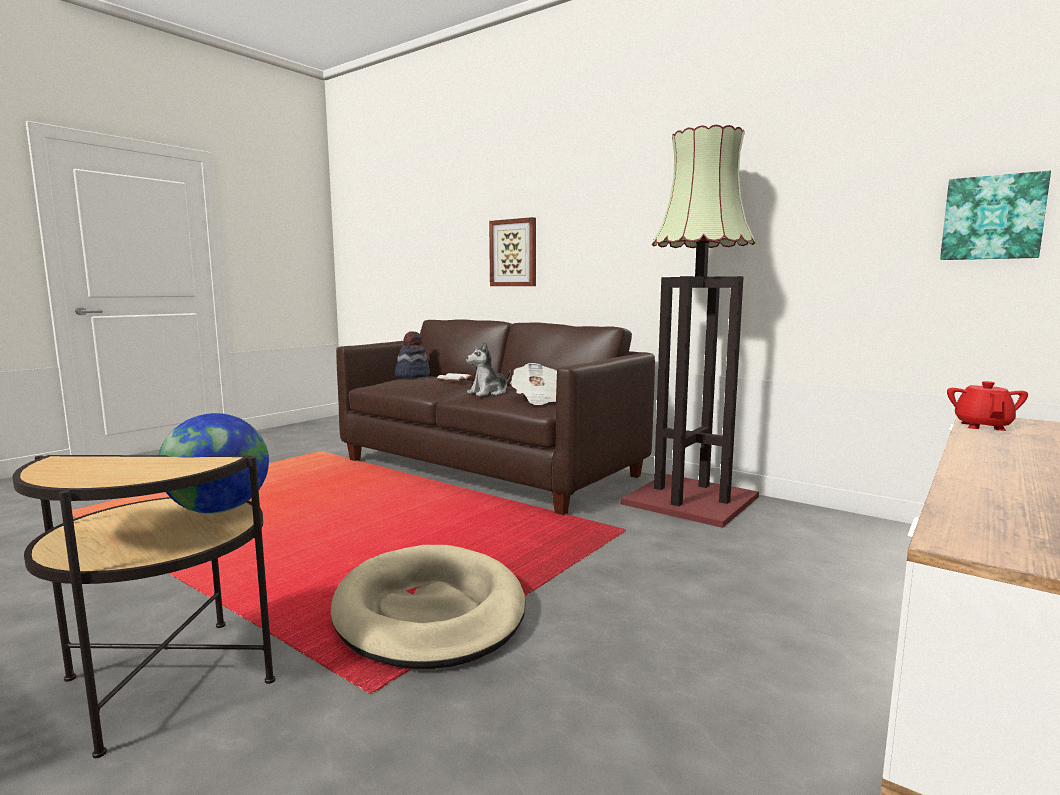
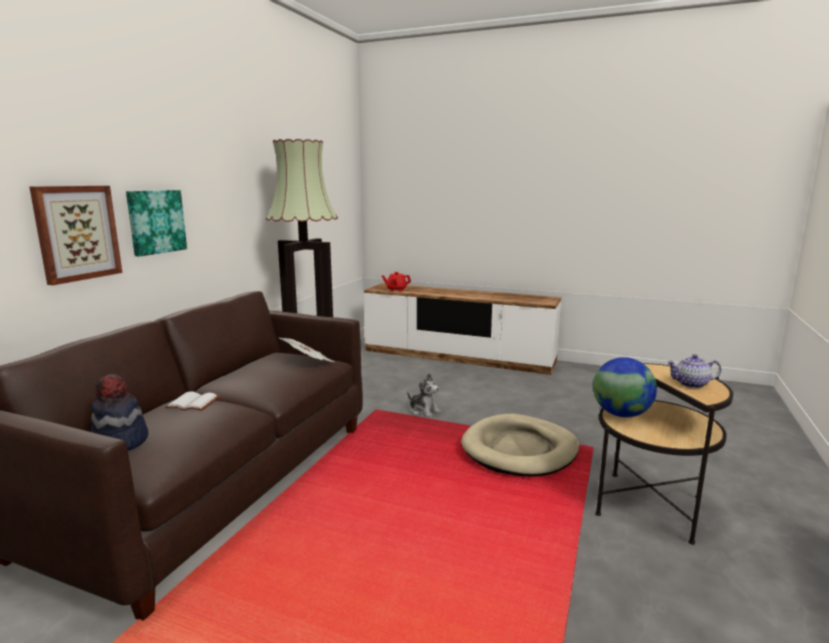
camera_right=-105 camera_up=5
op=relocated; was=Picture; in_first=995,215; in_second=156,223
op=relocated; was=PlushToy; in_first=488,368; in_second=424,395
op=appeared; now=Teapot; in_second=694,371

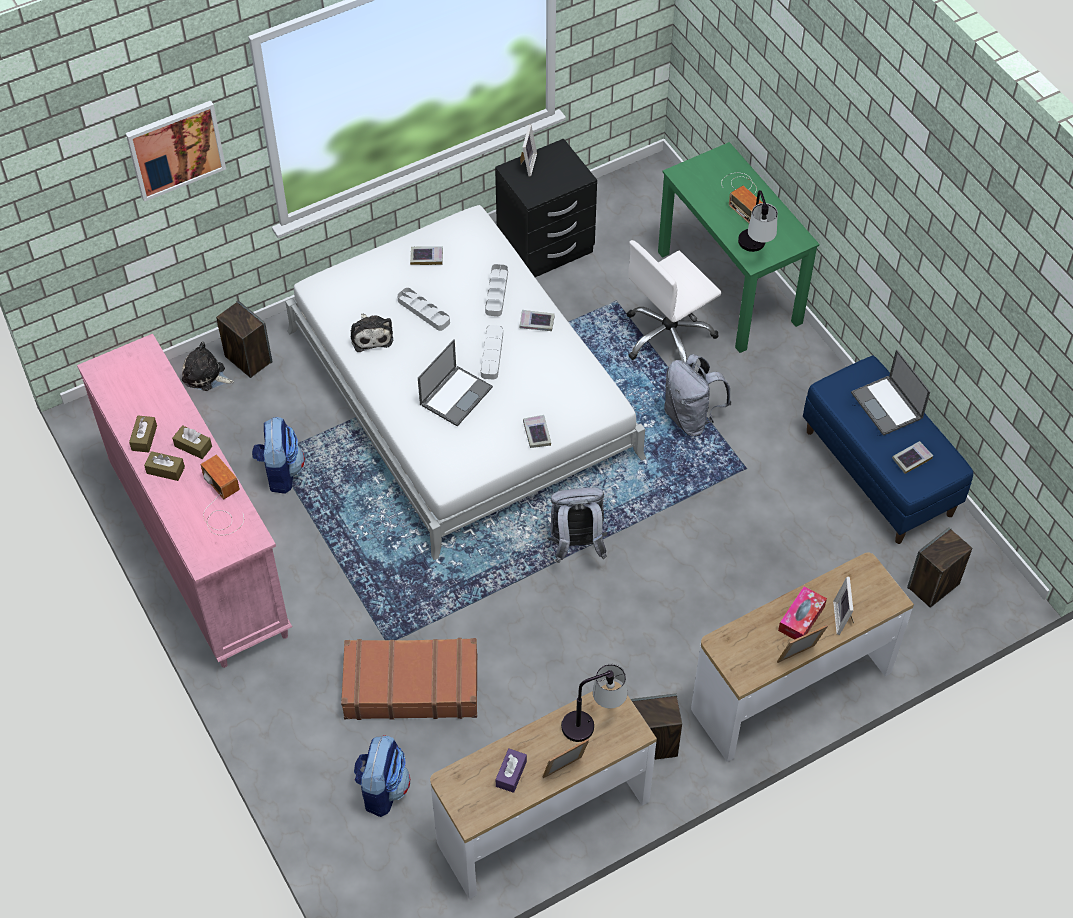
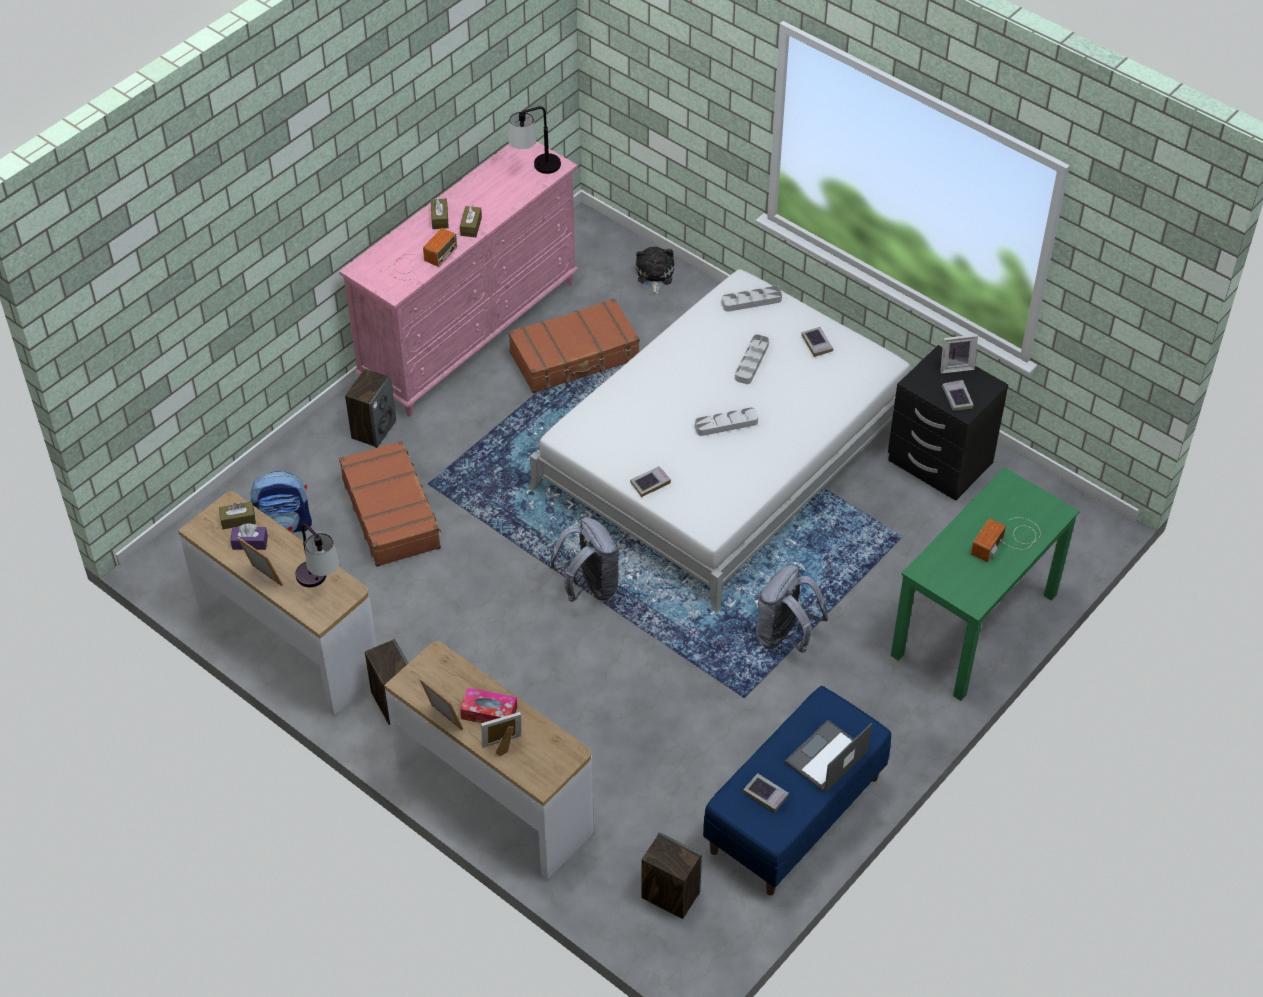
camera_right=70 camera_up=-5
op=relocated; was=BrownTissueBox; in_first=143,434; in_second=237,515
op=relocated; was=Speaker; in_first=244,339; in_second=370,408
op=relocated; was=TableLamp; in_first=758,221; in_second=534,140
op=exchanged; was=Backpack; now=BrownSuitcase; in_first=278,455; in_second=574,345
op=relocated; was=GreyTray; in_first=496,290; in_second=752,299
op=relocated; was=Book; in_first=537,320; in_second=958,395
op=missing; was=Picture; in_first=176,151
op=missing; was=PlushToy; in_first=372,332
op=missing; was=Laptop; in_first=455,382
op=missing; was=WhiteOfficeChair; in_first=674,301

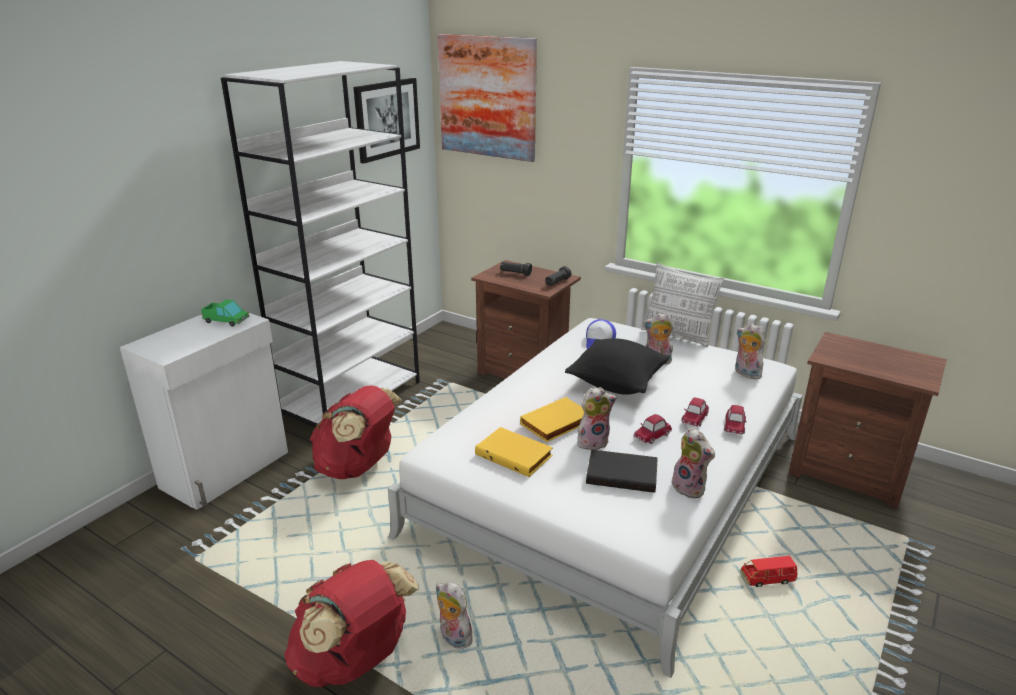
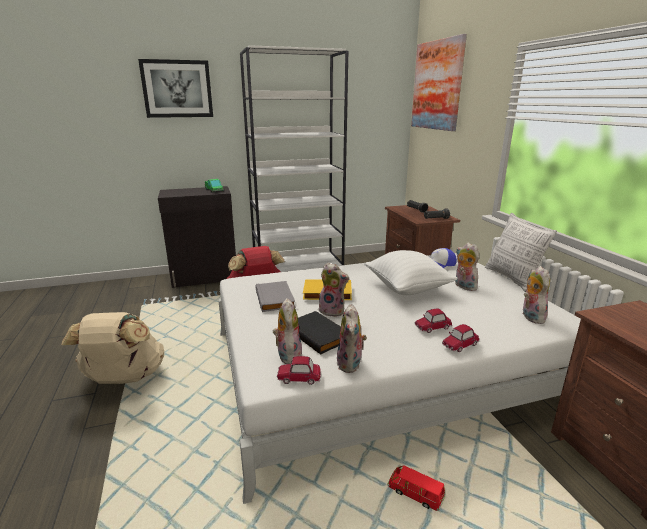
camera_right=40 camera_up=-5
op=colour; was=RedBackpack; now=BeigeBackpack; in_first=351,623; in_second=112,348
op=relocated; was=Picture; in_first=386,121; in_second=175,88
op=colour; was=WhiteCabinet; now=BlackCabinet; in_first=204,411; in_second=197,237
op=colour; was=YellowBook; now=GreyBook; in_first=514,452; in_second=275,296
op=relocated; was=PlushToy; in_first=456,615; in_second=287,331
op=relocated; was=ToyCar; in_first=653,429; in_second=299,370
op=colour; was=BlackPillow; now=WhitePillow; in_first=617,366; in_second=411,272

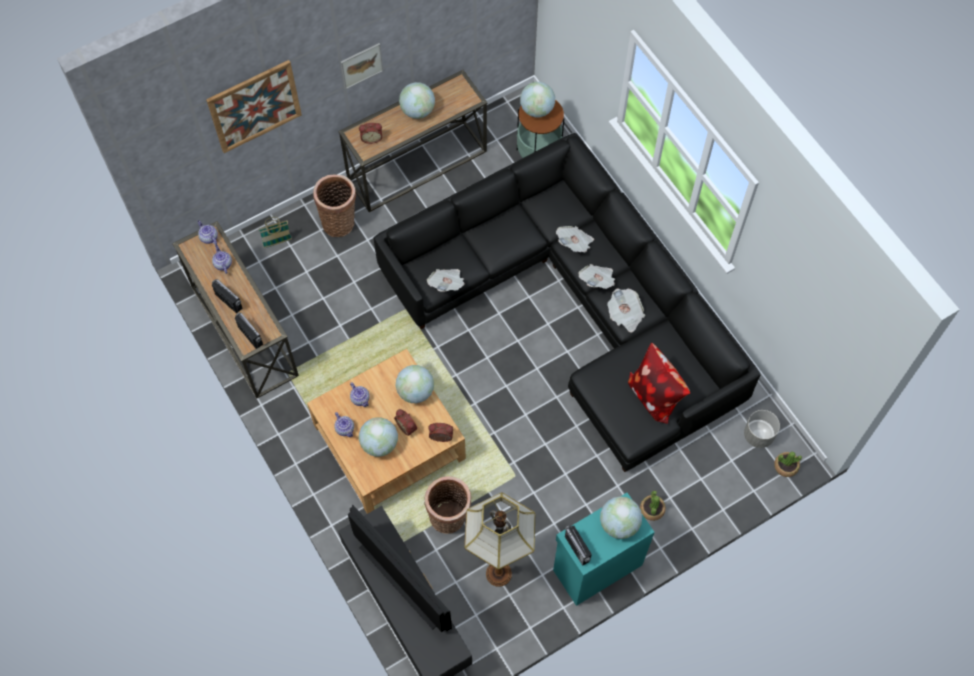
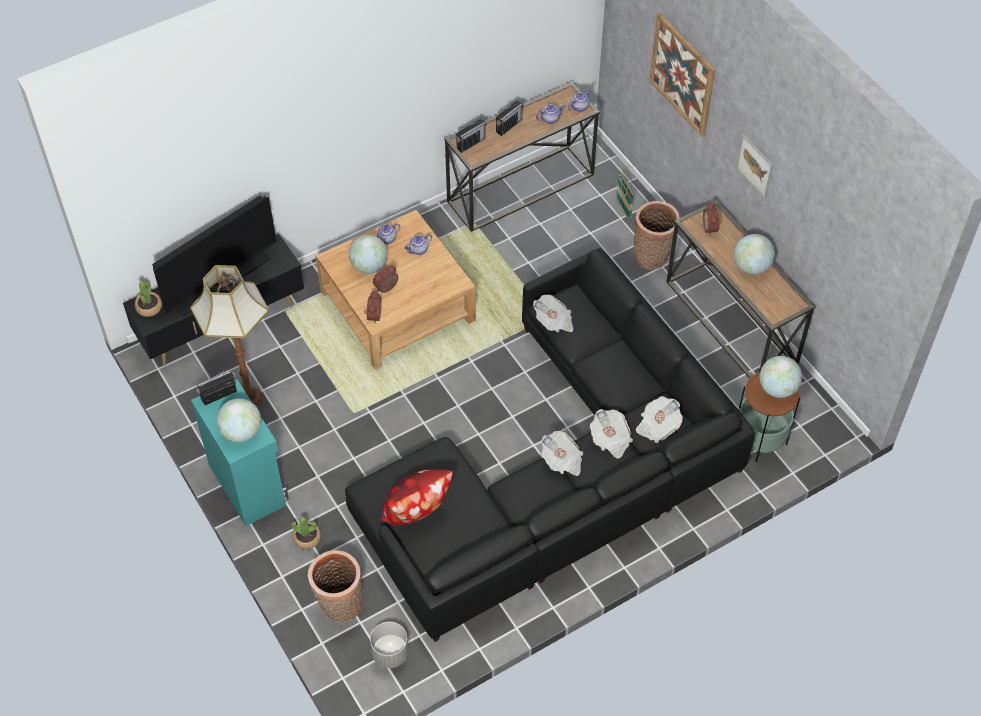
camera_right=90 camera_up=-10
op=relocated; was=PottedPlant; in_first=788,464; in_second=148,299
op=relocated; was=Basket; in_first=447,505; in_second=335,586
op=relocated; was=Newspaper; in_first=626,310; in_second=659,419
op=missing; was=Globe; in_first=415,384

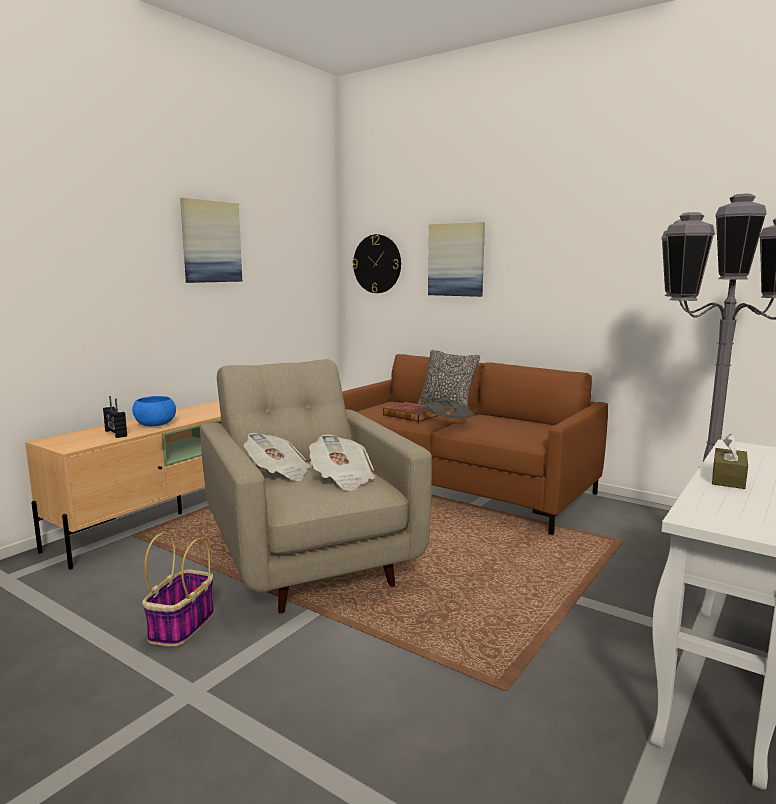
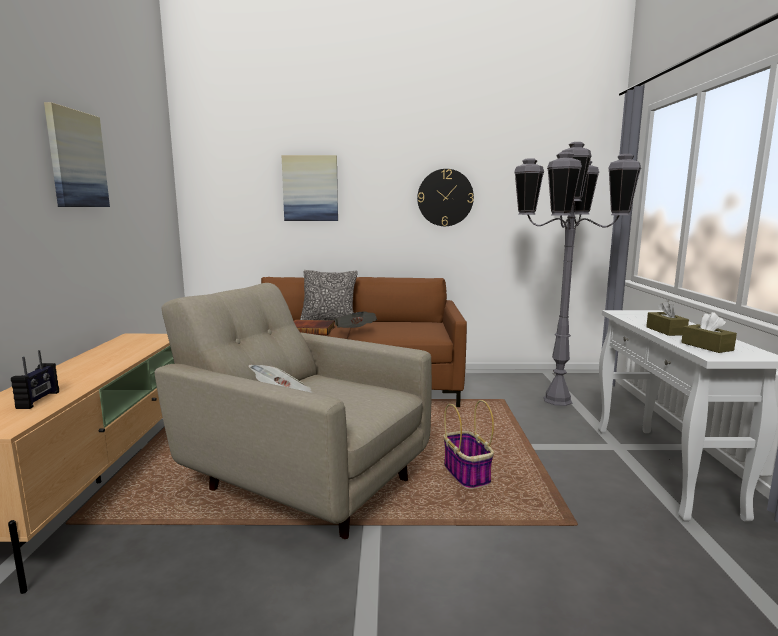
camera_right=-35 camera_up=0
op=spun; was=Radio; in_first=115,417; in_second=35,379; clockwise=-105
op=relocated; was=WallClock; in_first=376,263; in_second=445,197
op=relocated; was=Basket; in_first=178,589; in_second=469,444
op=appeared; now=BrownTissueBox; in_second=709,332
op=missing; was=BlueBowl; in_first=154,411
op=missing; was=Newspaper; in_first=342,462

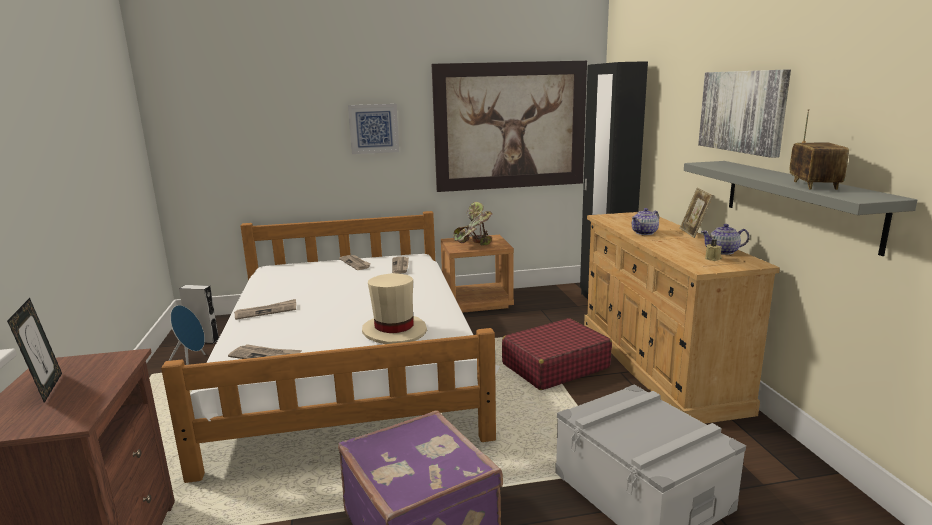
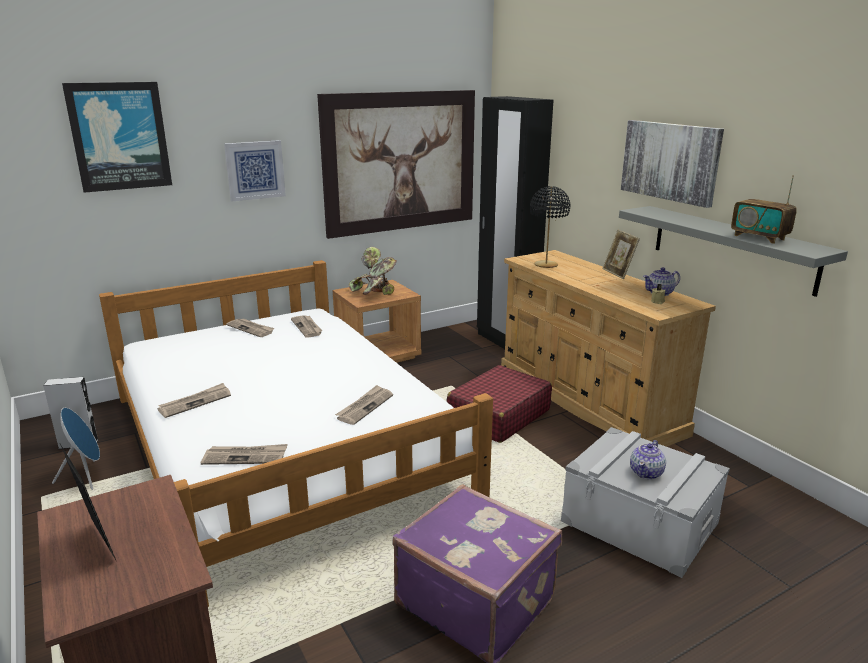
camera_right=-20 camera_up=5
op=appeared; now=Picture; in_second=117,137
op=exchanged; was=BeigeHat; now=Newspaper; in_first=394,308; in_second=364,405
op=appeared; now=BlackTableLamp; in_second=550,227
op=relocated; was=Teapot; in_first=645,221; in_second=648,459
op=spun; was=Radio; in_first=819,150; in_second=764,209; clockwise=150

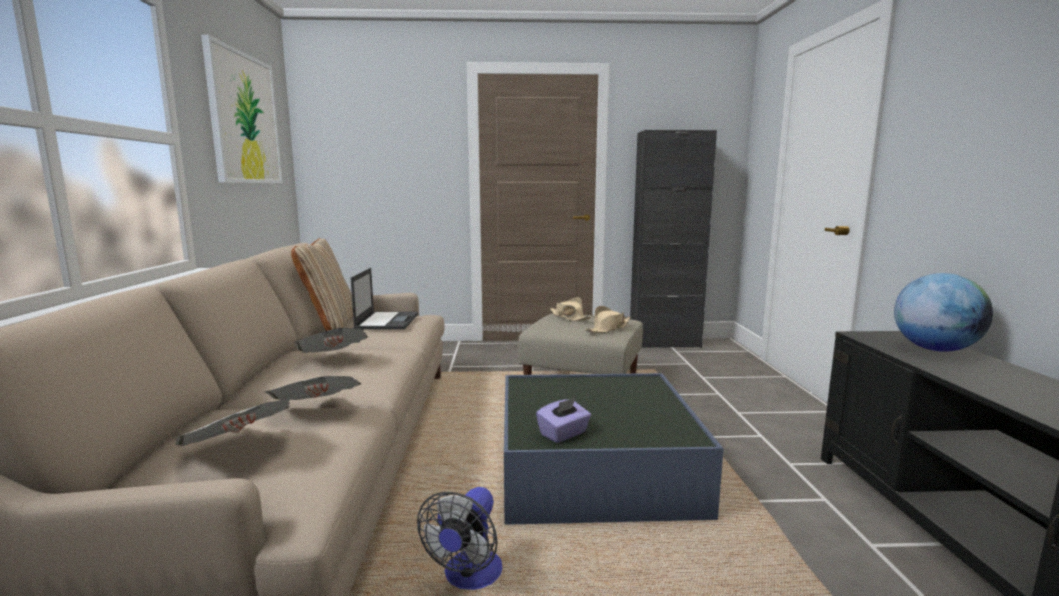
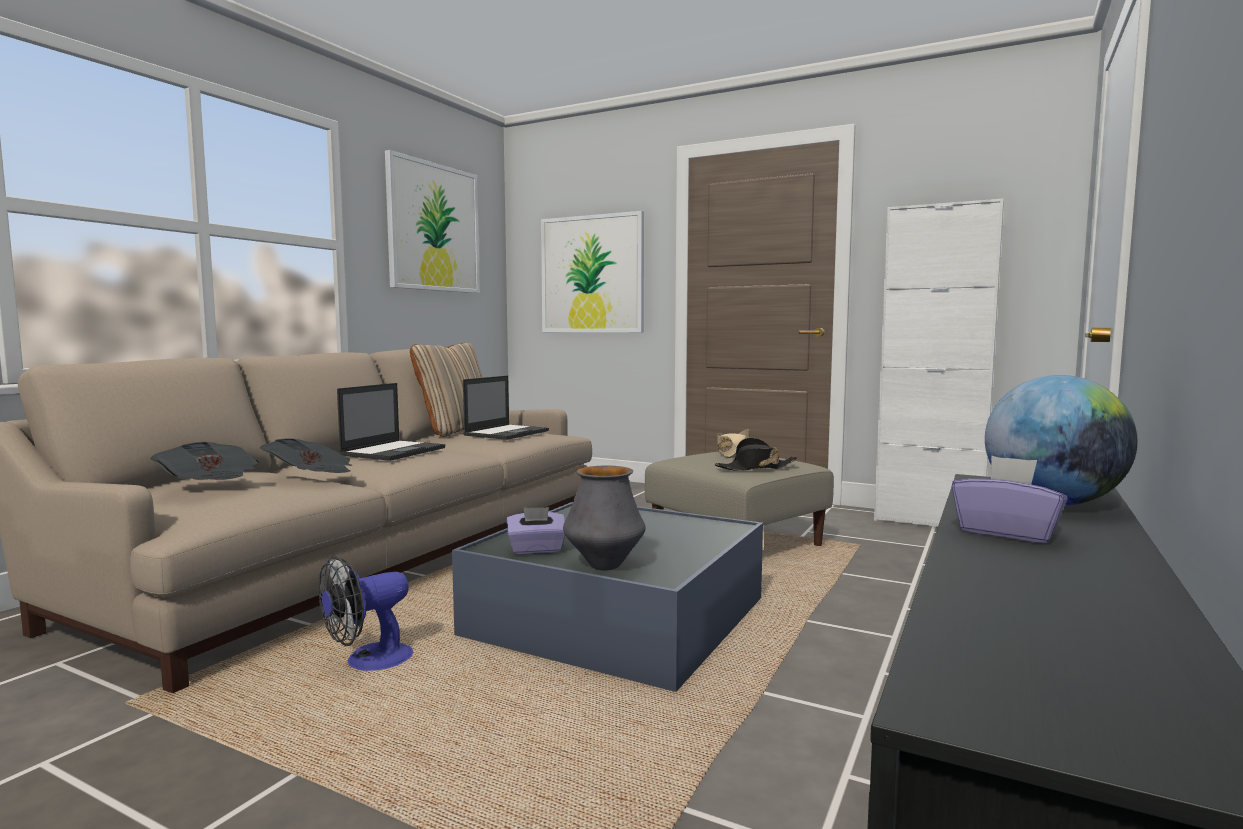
camera_right=30 camera_up=-5
op=exchanged; was=Newspaper; now=Laptop; in_first=331,340; in_second=391,422
op=appeared; now=Picture; in_second=592,271
op=appeared; now=Vase; in_second=604,517
op=colour; was=BeigeHat; now=BlackHat; in_first=608,319; in_second=756,454
op=colour; was=BlackCabinet; now=WhiteCabinet; in_first=673,239; in_second=938,363
op=appeared; now=PurpleTissueBox; in_second=1010,499

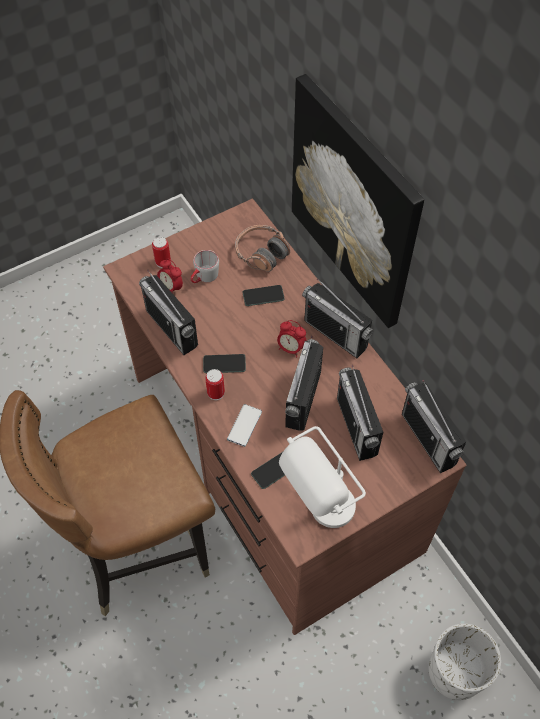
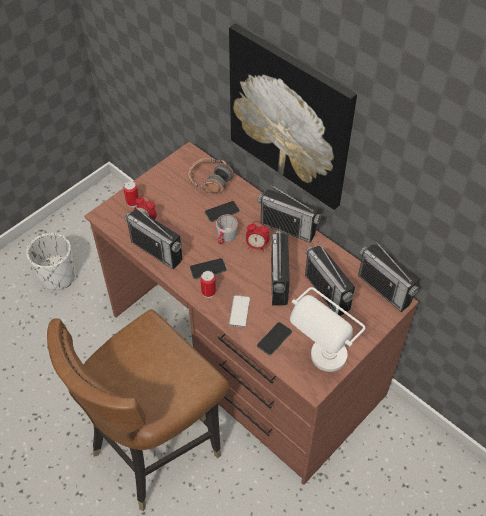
camera_right=-15 camera_up=-5
op=relocated; was=WhitePlanter; in_first=465,662; in_second=51,261
op=relocated; was=GreyMug; in_first=204,266; in_second=227,229

